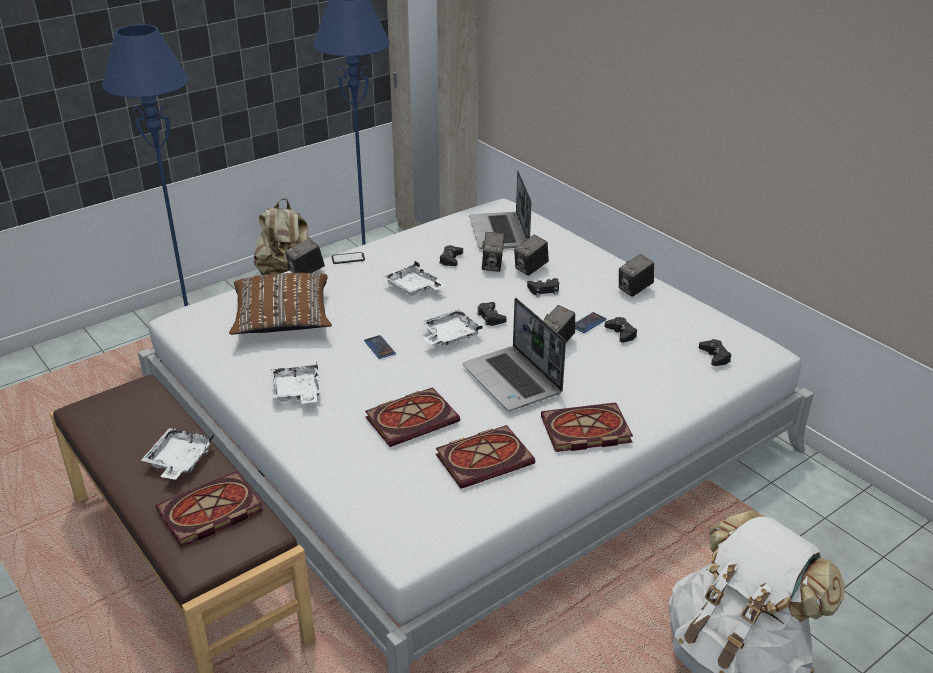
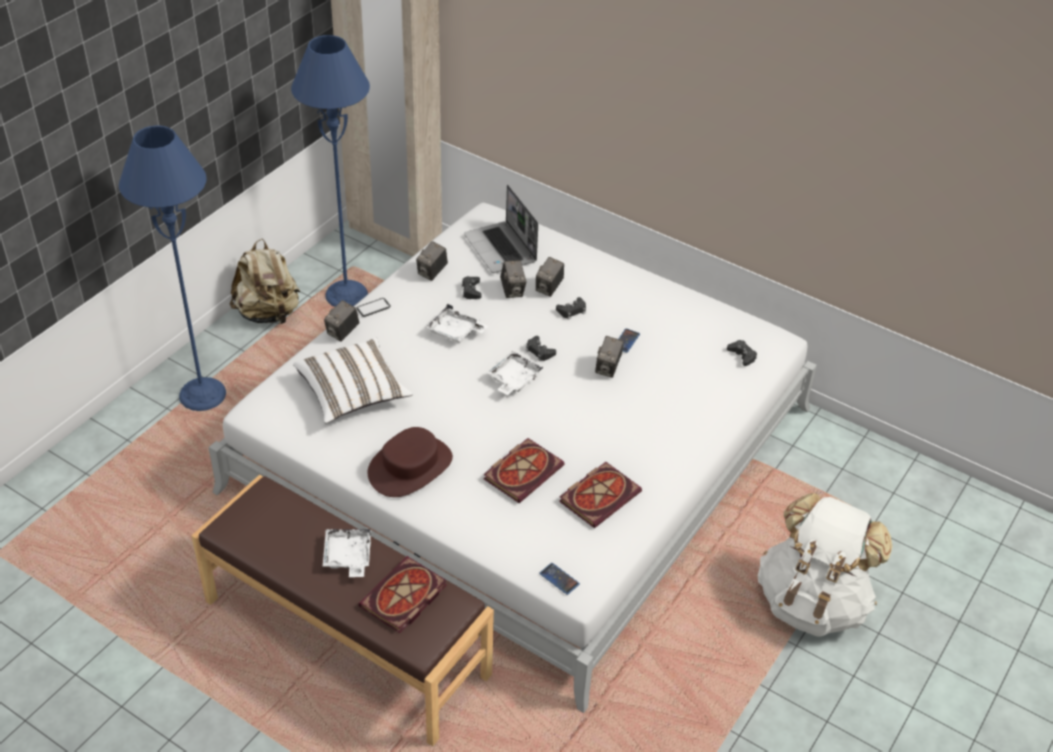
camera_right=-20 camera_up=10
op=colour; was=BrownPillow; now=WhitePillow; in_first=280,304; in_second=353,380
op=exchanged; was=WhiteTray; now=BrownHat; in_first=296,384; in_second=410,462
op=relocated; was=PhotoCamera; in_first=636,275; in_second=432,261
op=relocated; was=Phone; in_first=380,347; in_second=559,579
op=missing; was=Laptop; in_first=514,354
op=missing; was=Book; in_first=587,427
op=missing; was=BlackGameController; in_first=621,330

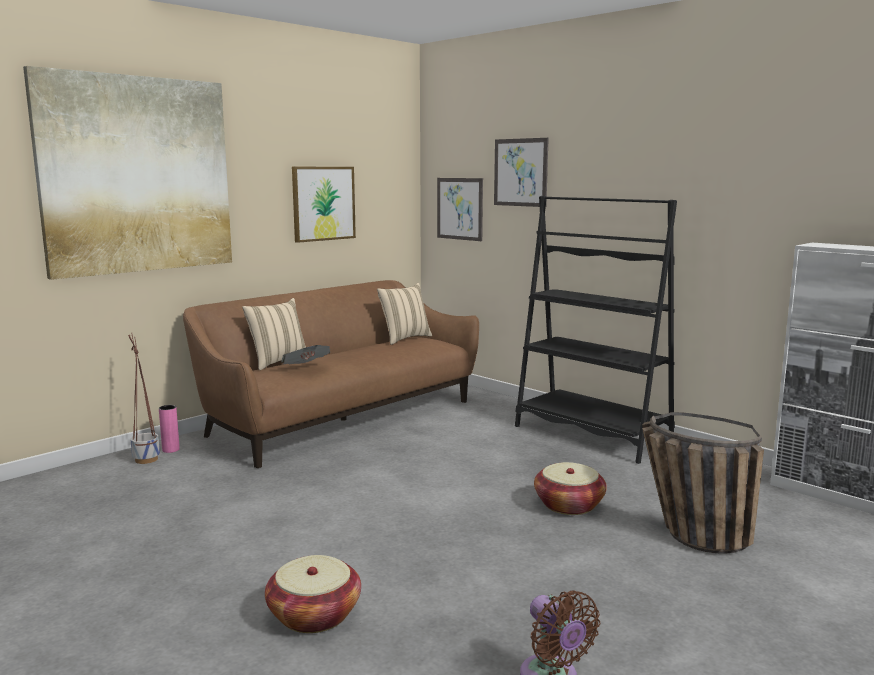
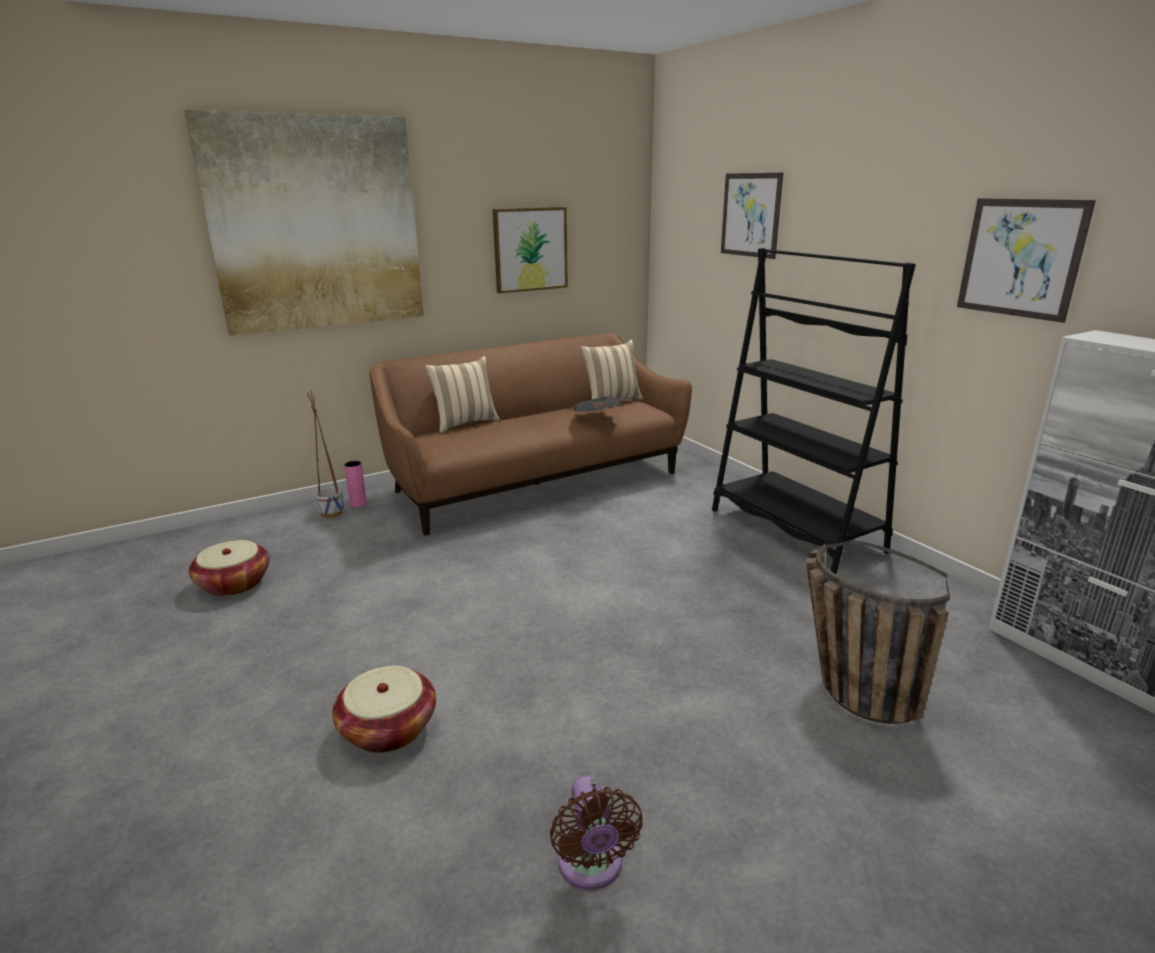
camera_right=15 camera_up=10
op=relocated; was=Basket; in_first=570,488; in_second=229,568
op=relocated; was=Newspaper; in_first=306,354; in_second=597,404
op=relocated; was=Picture; in_first=460,209; in_second=1026,260

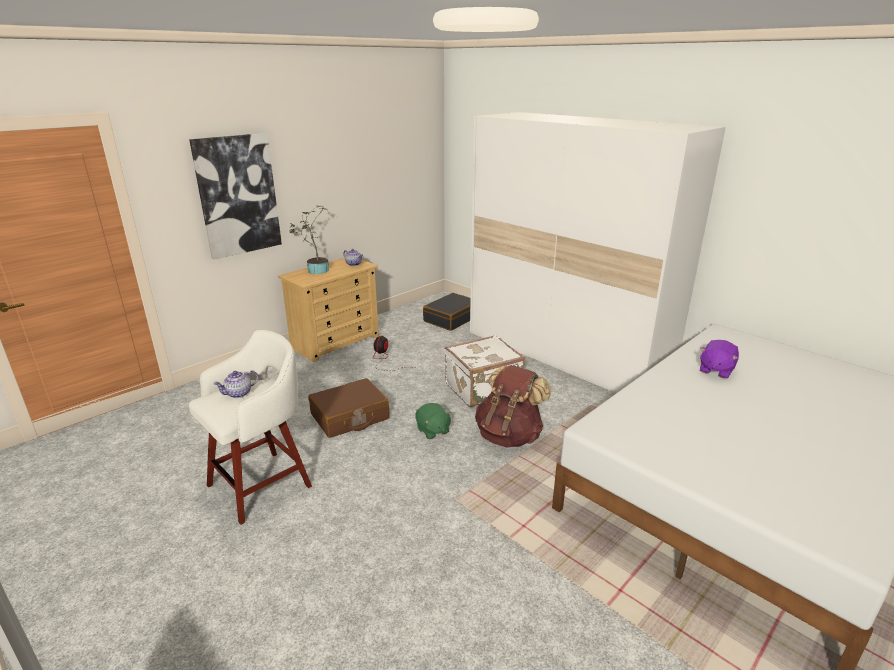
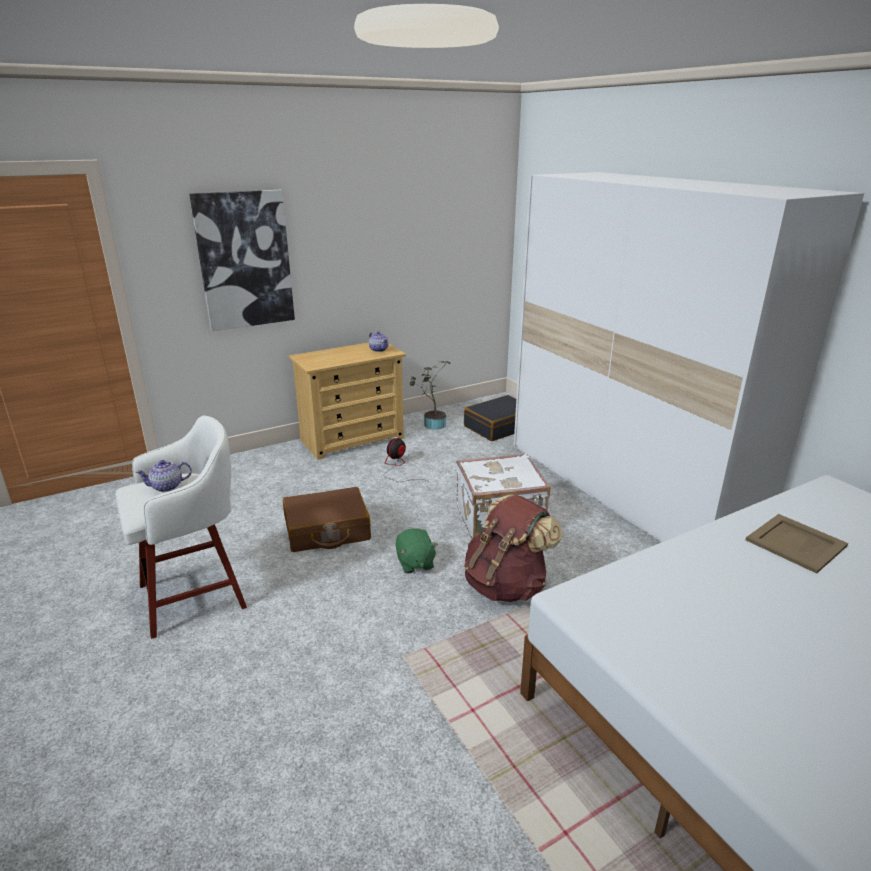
camera_right=15 camera_up=0
op=relocated; was=PottedPlant; in_first=309,240; in_second=430,395
op=exchanged; was=PurplePlushToy; now=BeigeTray; in_first=719,359; in_second=797,544

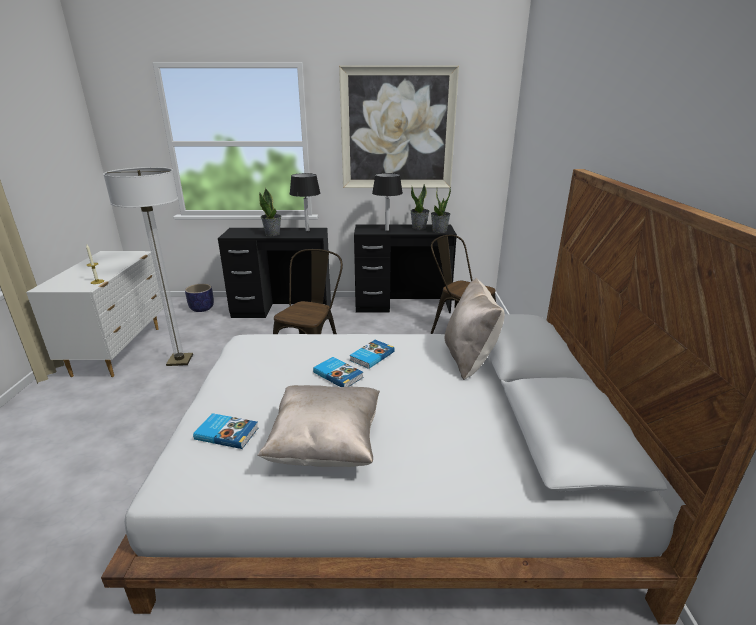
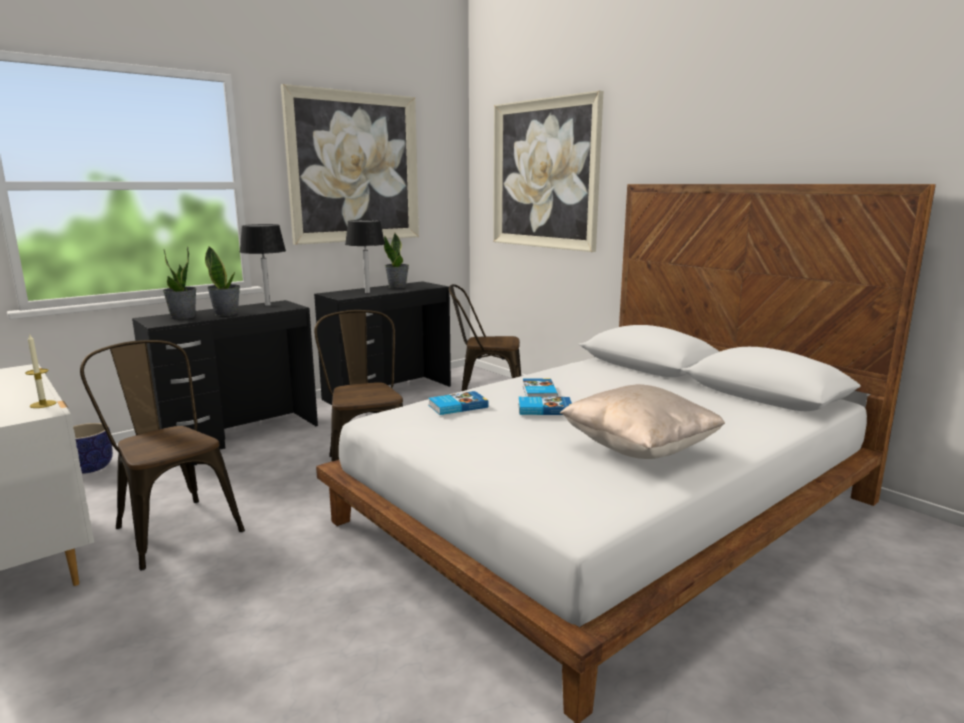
camera_right=-40 camera_up=-10
op=exchanged; was=FloorLamp; now=BrownChair; in_first=148,266; in_second=162,455
op=relocated; was=PottedPlant; in_first=441,210; in_second=179,283
op=relocated; was=Book; in_first=225,431; in_second=458,403
op=appeared; now=Picture; in_second=548,171
op=missing; was=BeigePillow; in_first=475,329

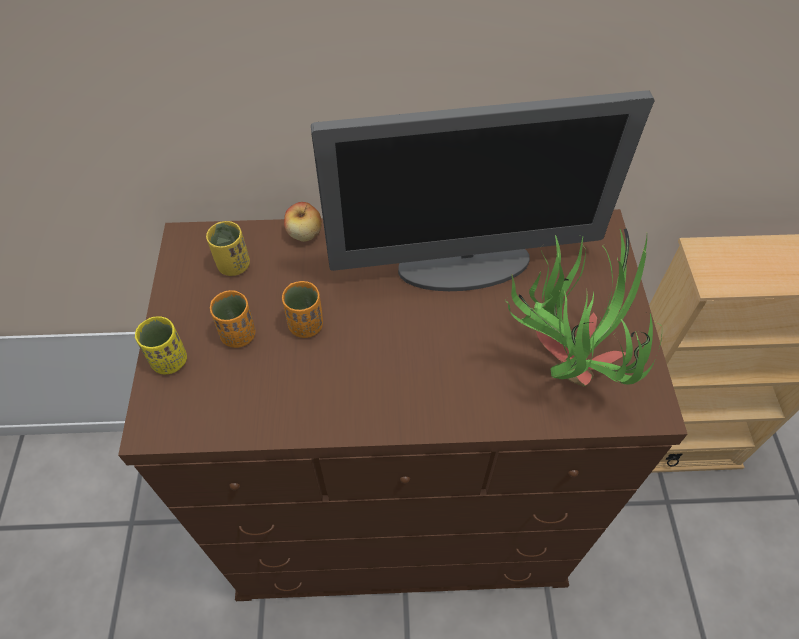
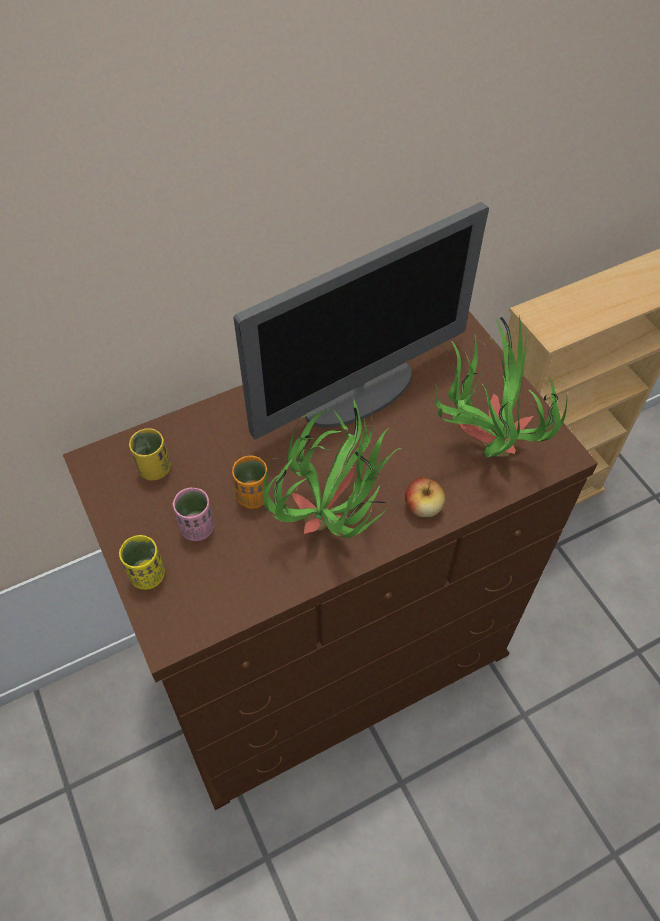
camera_right=-25 camera_up=0
op=colour; was=OrangeCup; now=PinkCup; in_first=232,319; in_second=193,514
op=appeared; now=PottedPlant; in_second=332,467
op=relocated; was=Apple; in_first=303,222; in_second=425,497

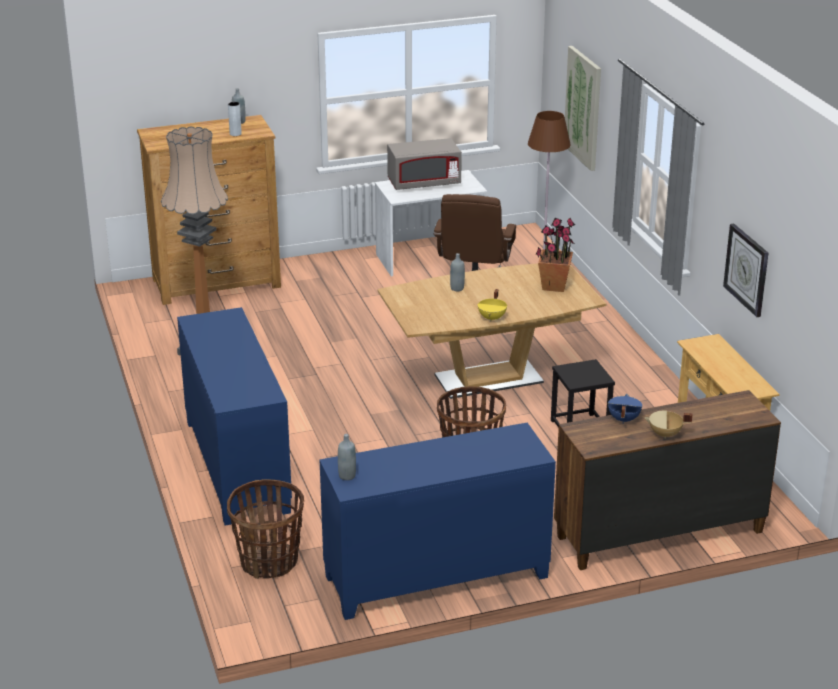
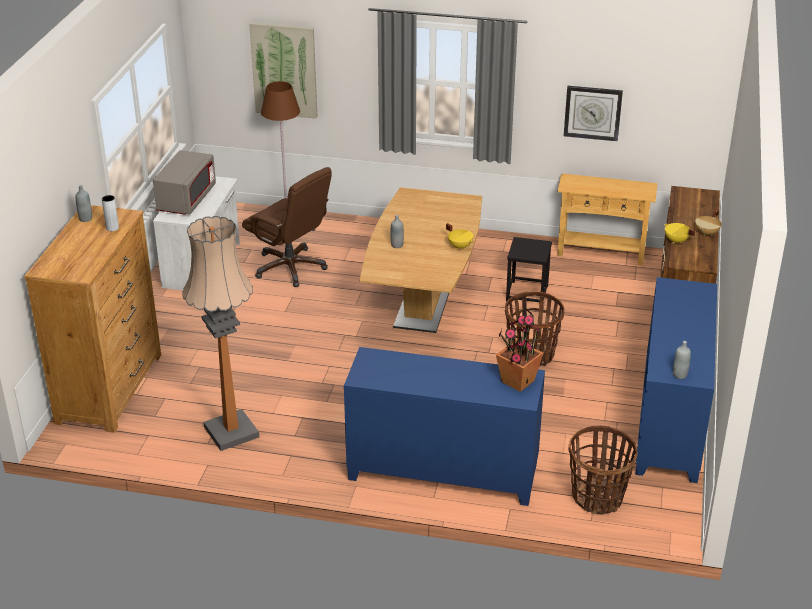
camera_right=-60 camera_up=5
op=relocated; was=PottedPlant; in_first=555,255; in_second=520,350
op=colour; was=BlueCookingPot; now=YellowCookingPot; in_first=625,409; in_second=680,233

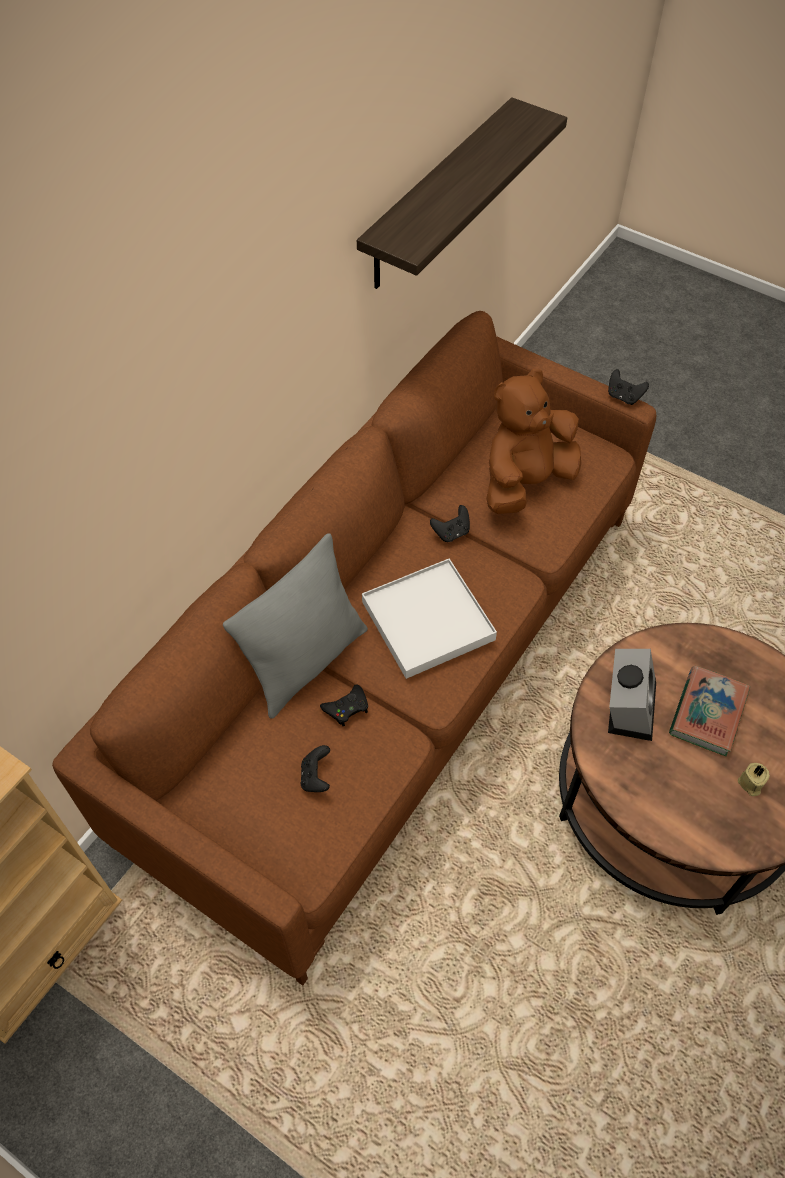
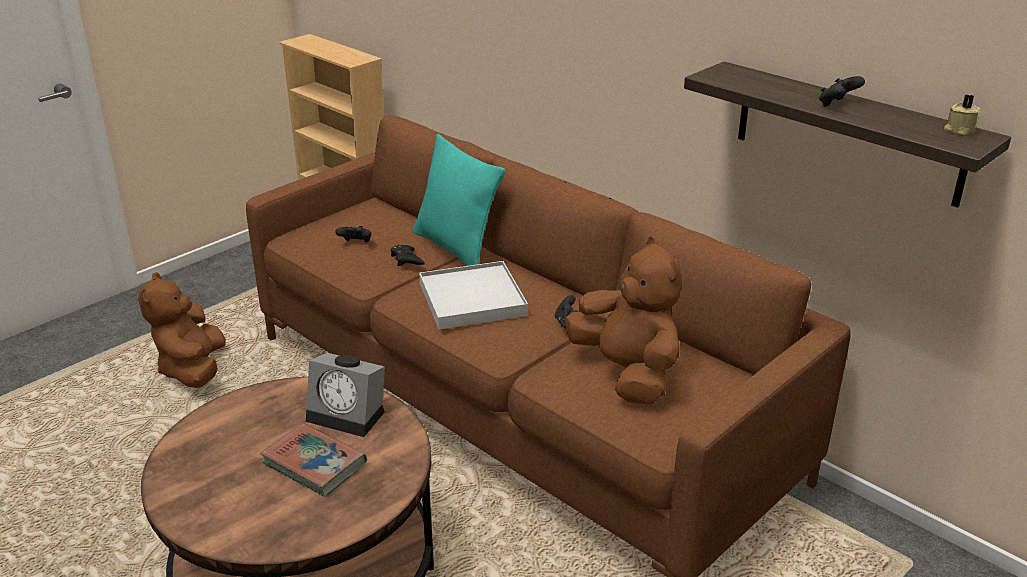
camera_right=100 camera_up=-25
op=appeared; now=BrownPlushToy; in_second=182,330
op=colour; was=GreyPillow; now=TurquoisePillow; in_first=295,626; in_second=458,200
op=relocated; was=BlackGameController; in_first=628,387; in_second=842,91
op=relocated; was=BeigeCandle; in_first=754,779; in_second=962,114

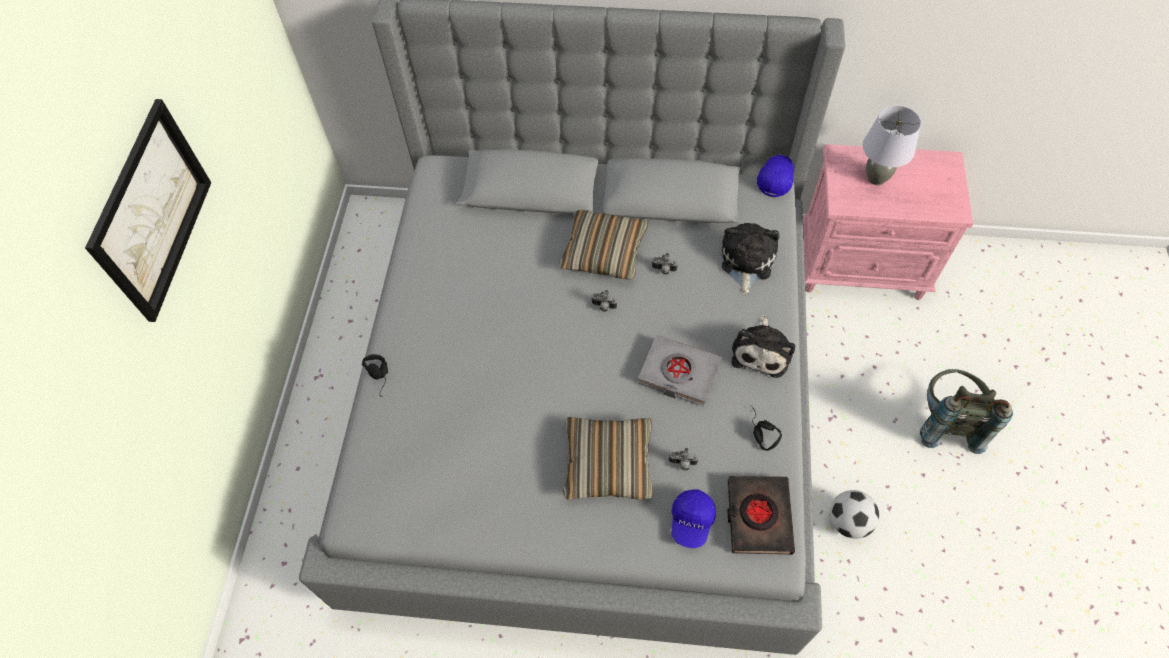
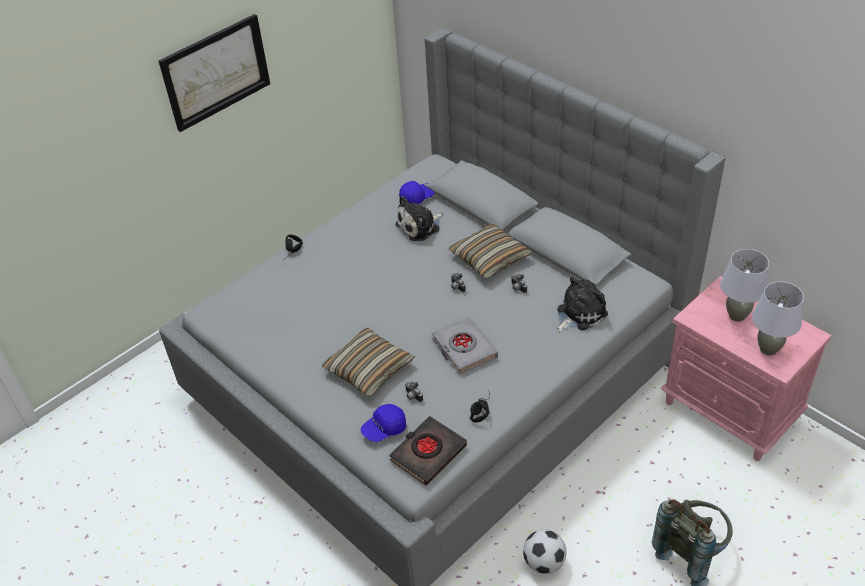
camera_right=40 camera_up=-15
op=relocated; was=PlushToy; in_first=763,346; in_second=419,218
op=relocated; was=BlueCap; in_first=775,176; in_second=417,192
op=appeared; now=GreyTableLamp; in_second=778,318

